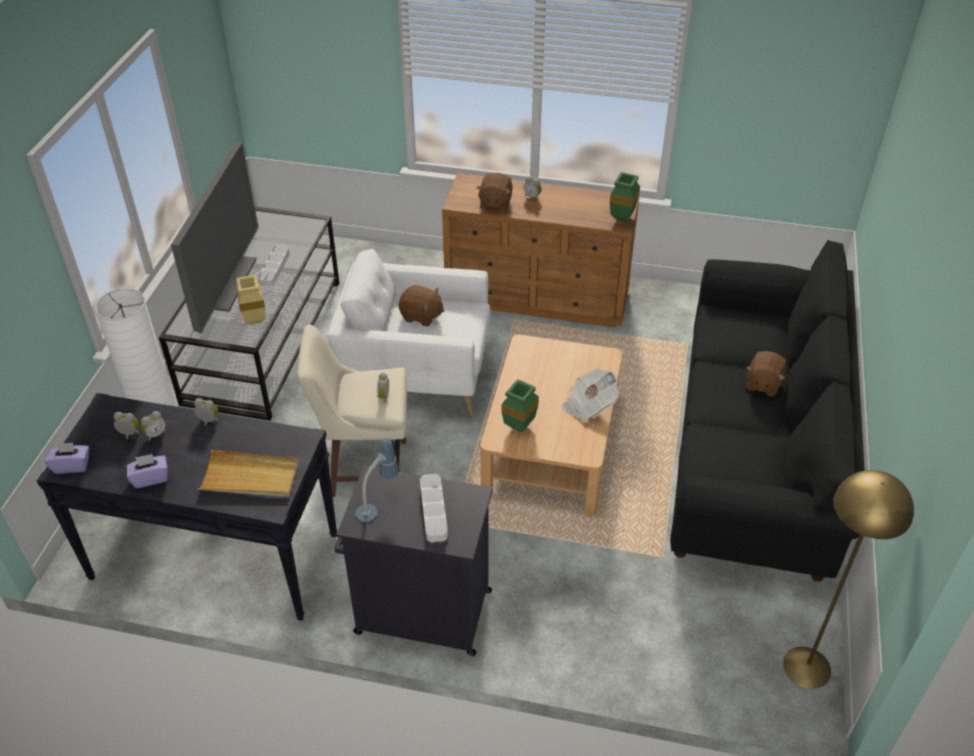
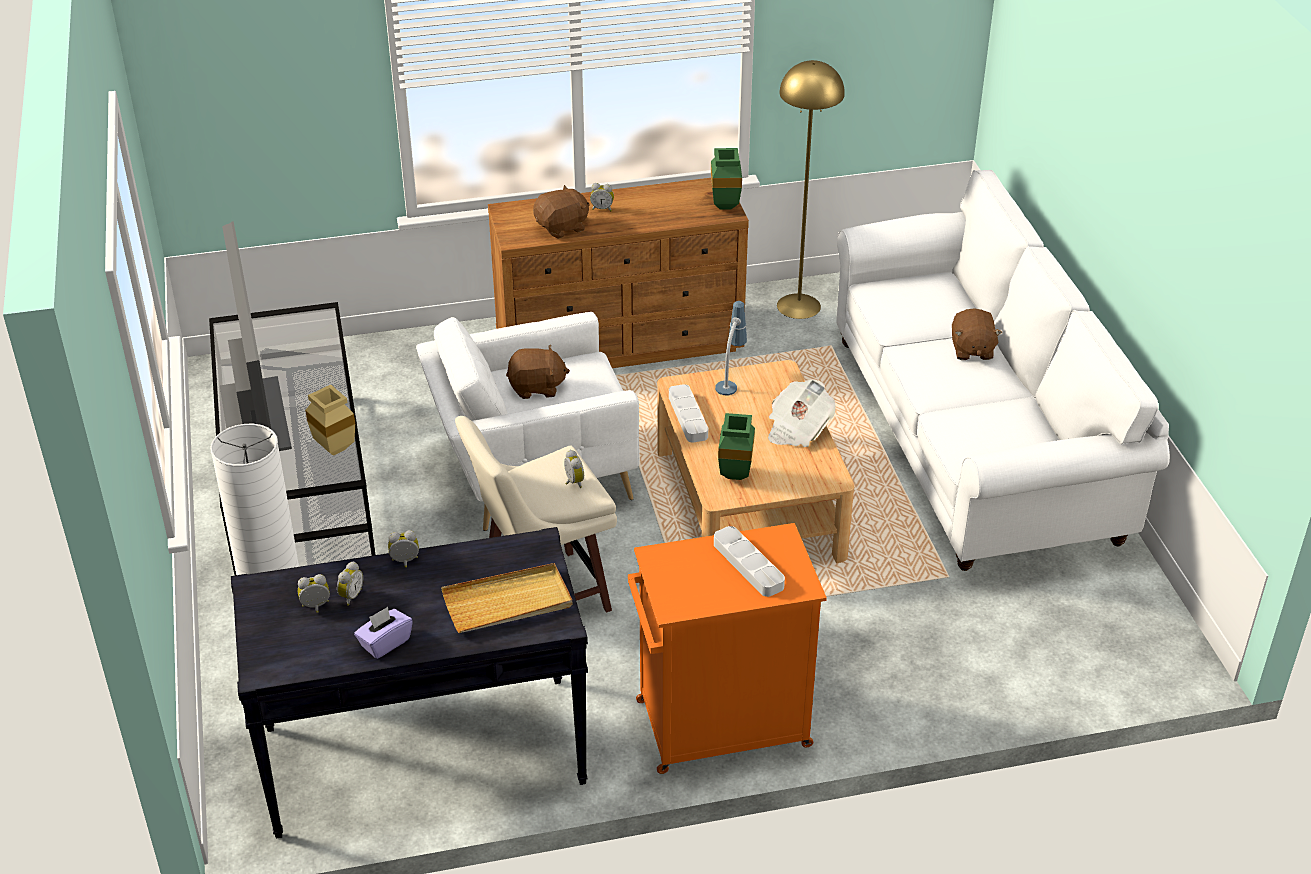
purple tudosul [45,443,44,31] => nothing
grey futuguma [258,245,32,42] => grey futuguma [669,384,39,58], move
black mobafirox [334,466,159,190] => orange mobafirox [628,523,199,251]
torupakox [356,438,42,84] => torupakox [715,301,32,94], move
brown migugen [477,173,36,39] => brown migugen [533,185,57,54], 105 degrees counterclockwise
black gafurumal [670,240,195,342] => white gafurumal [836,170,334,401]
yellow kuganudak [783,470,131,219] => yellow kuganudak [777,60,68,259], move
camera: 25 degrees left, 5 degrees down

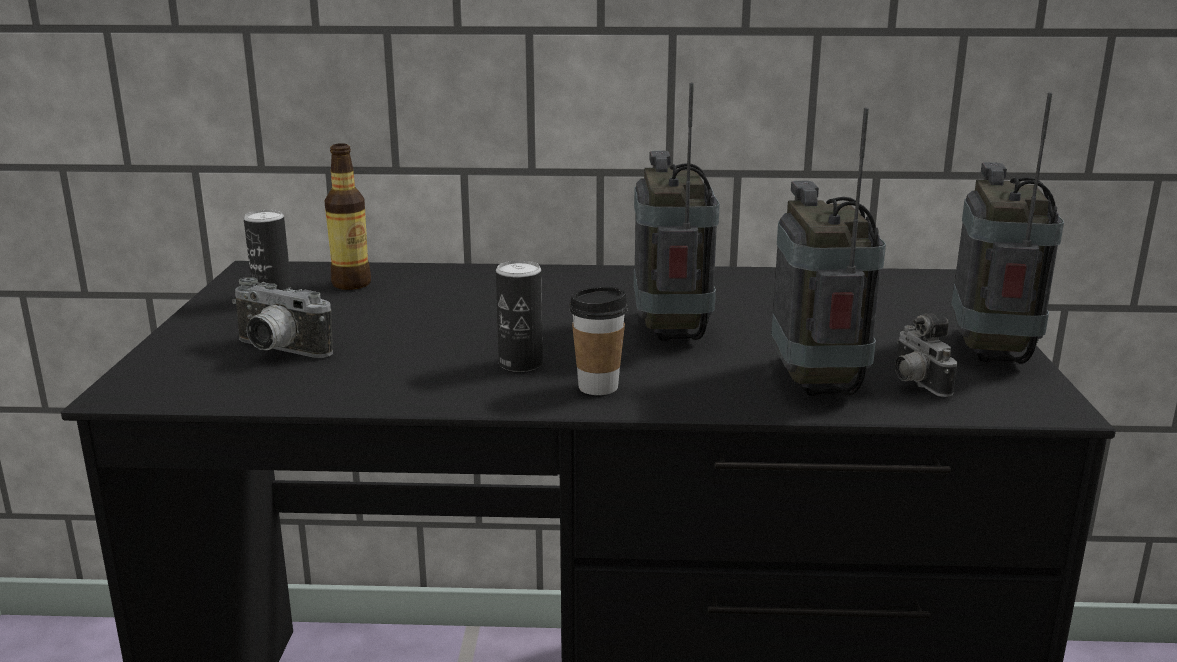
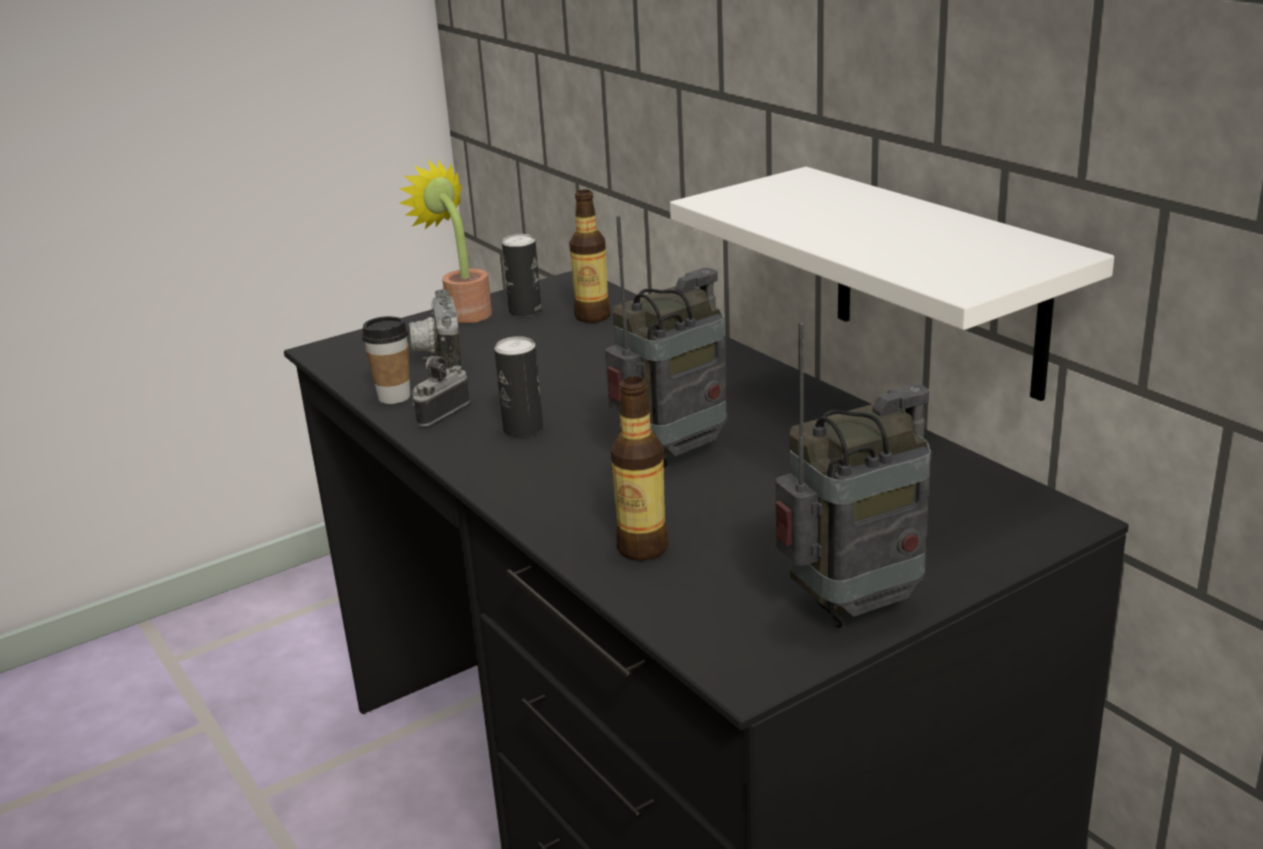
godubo [570,287,58,108] => godubo [362,316,48,88], move
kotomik [771,107,115,289] => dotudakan [611,376,58,185]
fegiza [895,313,62,84] => fegiza [412,356,58,70], move
nothing => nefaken [399,159,93,164]
nothing => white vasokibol [670,167,444,234]
camera: 55 degrees right, 5 degrees up

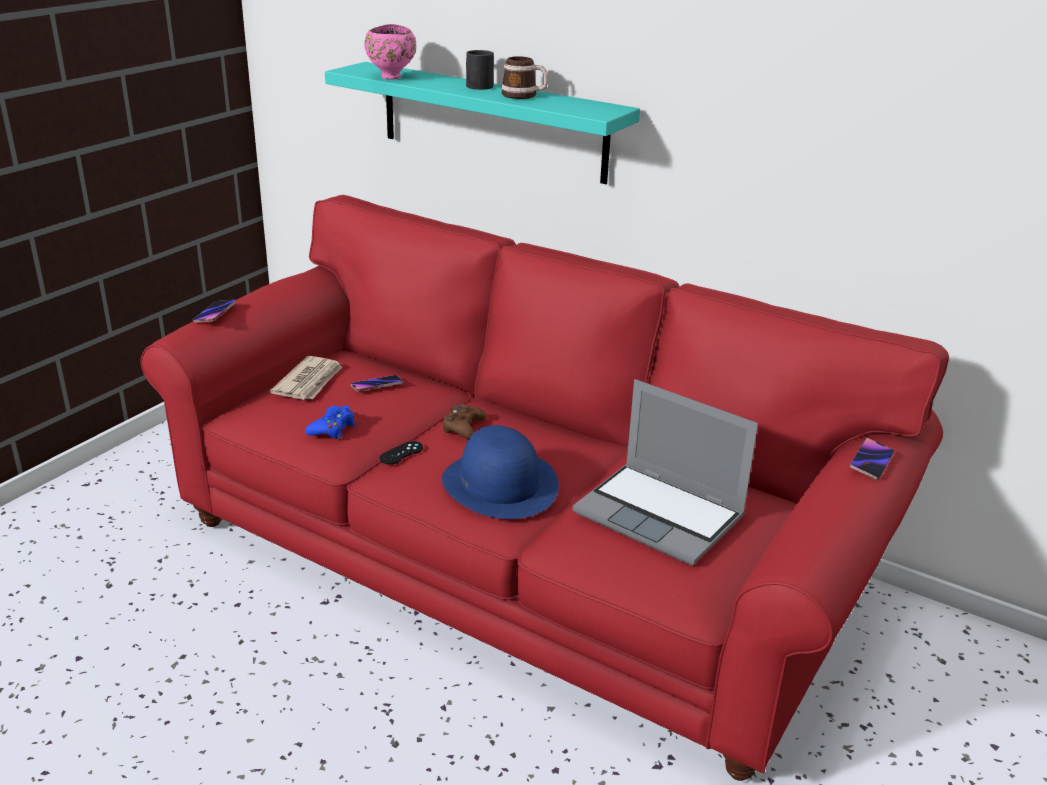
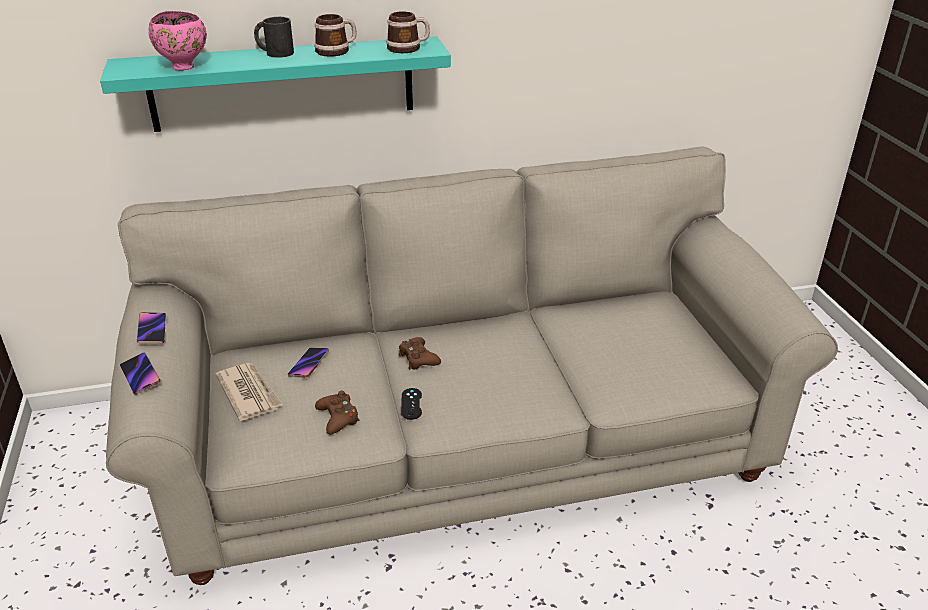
red gafurumal [140,195,809,586] => beige gafurumal [106,147,732,438]
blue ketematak [305,405,50,34] => brown ketematak [315,391,45,44]
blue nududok [442,425,117,94] => nothing
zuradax [572,379,186,186] => nothing
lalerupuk [850,438,44,42] => lalerupuk [137,312,29,32], move
nothing => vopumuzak [386,11,44,42]
camera: 45 degrees left, 5 degrees up

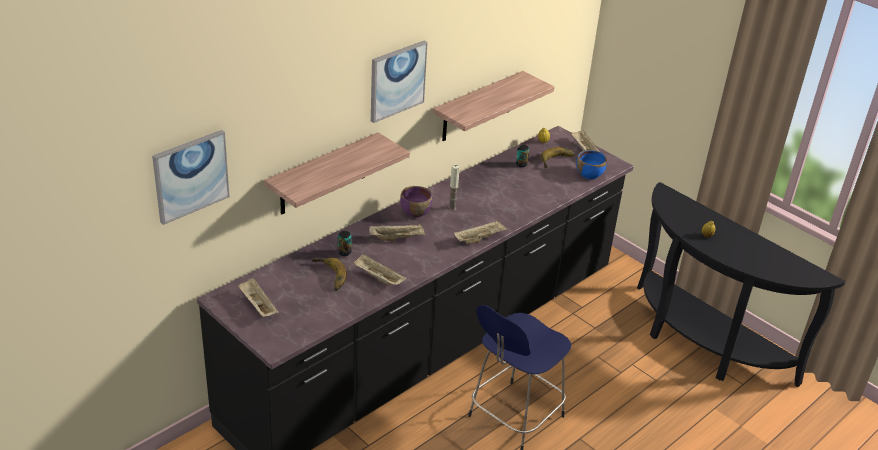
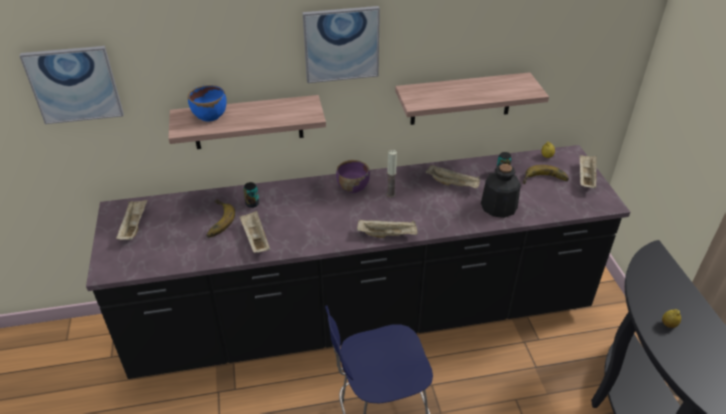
beige futuguma [370,223,55,18] => beige futuguma [426,165,54,24], move
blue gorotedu [576,150,31,29] => blue gorotedu [188,85,39,37], move
nothing => dotudakan [481,164,40,54]
camera: 35 degrees right, 5 degrees up

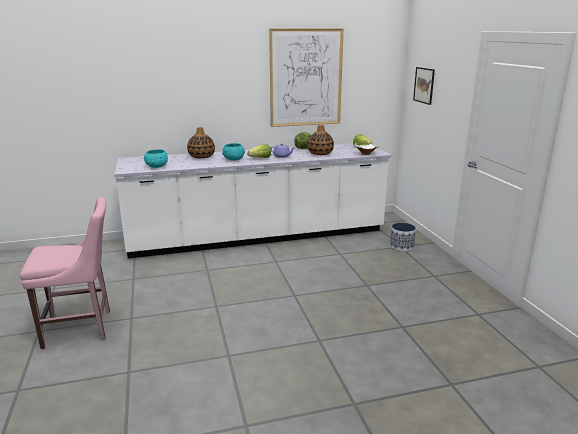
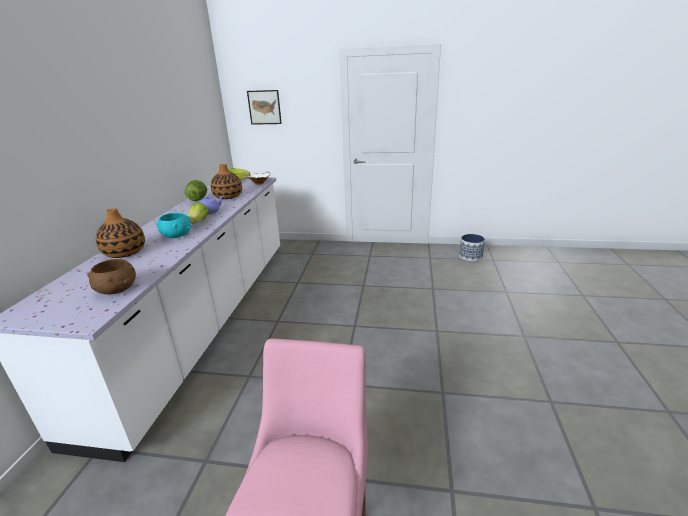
turquoise gorotedu [144,149,24,19] => brown gorotedu [87,259,49,35]
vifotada [269,28,75,99] => nothing
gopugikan [390,223,26,28] => gopugikan [459,234,26,27], move
camera: 65 degrees left, 5 degrees up

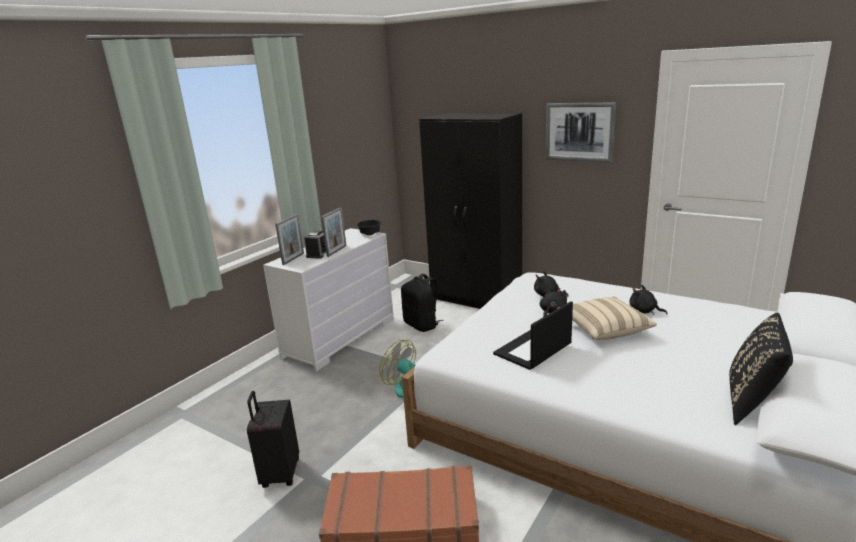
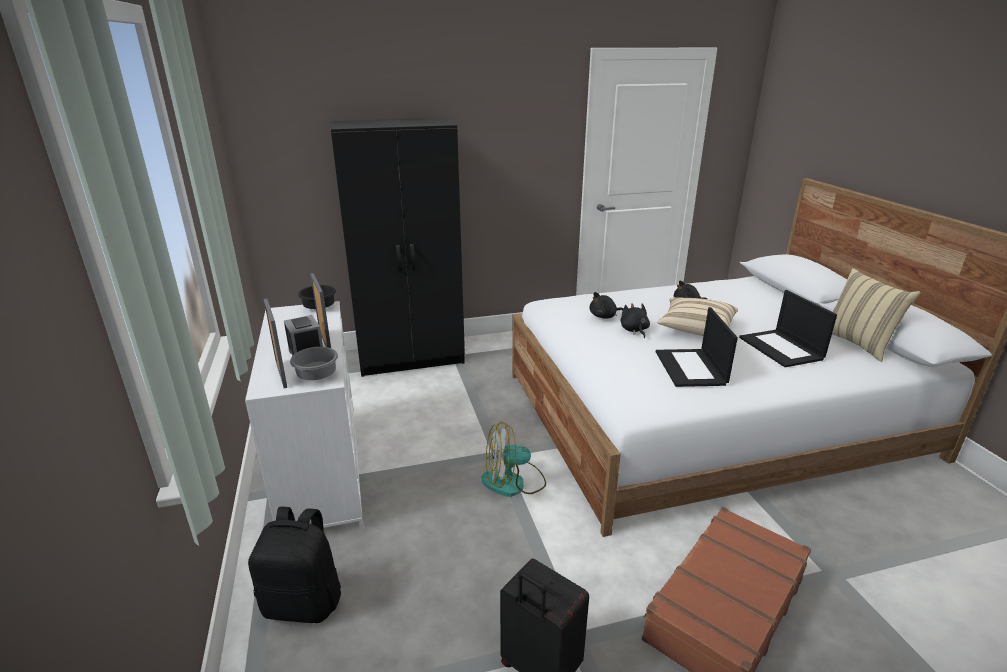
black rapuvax [401,274,43,58] => black rapuvax [248,507,93,116], move
vifotada [546,103,70,60] => nothing
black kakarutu [729,313,64,112] => beige kakarutu [832,268,89,94]
nothing => grey gorotedu [290,347,48,33]
nothing => zuradax [739,290,98,77]
camera: 50 degrees left, 5 degrees up

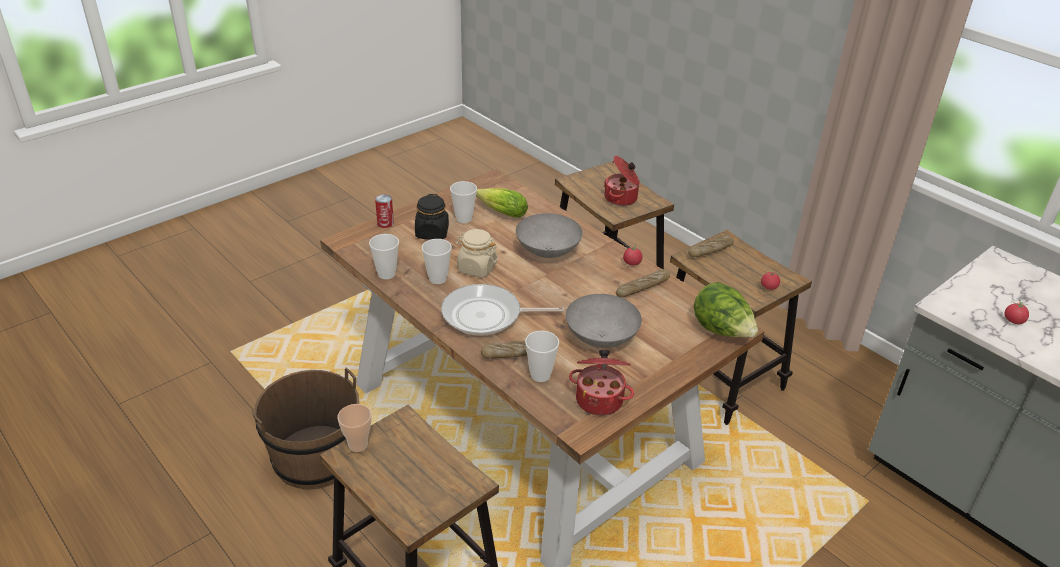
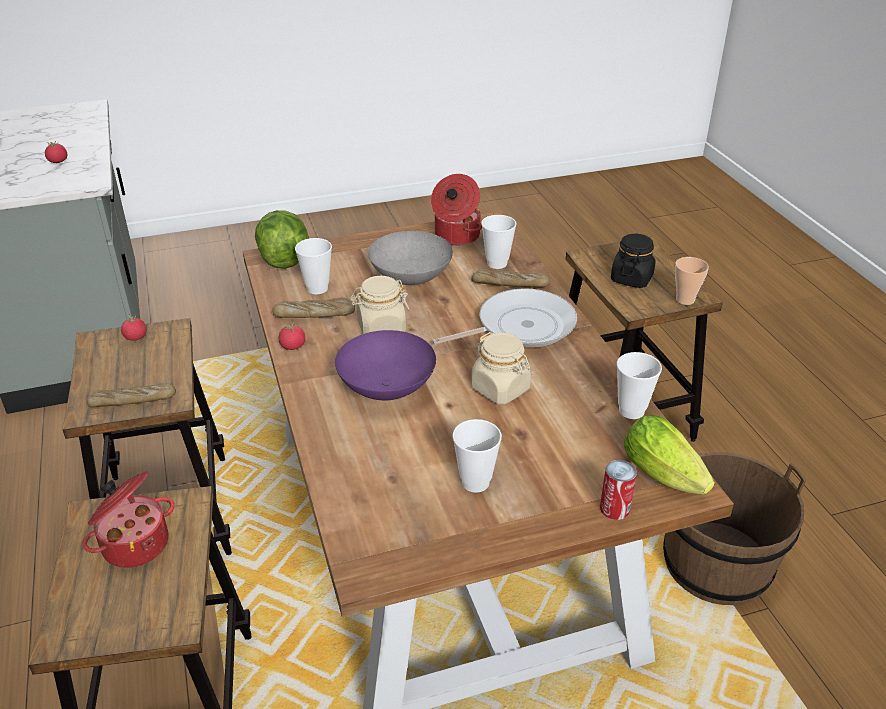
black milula [415,194,34,46] => black milula [611,234,45,54], move
godubo [422,239,30,45] => godubo [295,238,37,56], move
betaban [441,284,123,52] => betaban [432,288,145,60], 45 degrees counterclockwise
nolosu [476,188,52,30] => nolosu [624,415,91,79], move
grey gorotedu [516,213,67,45] => purple gorotedu [335,330,101,70]
nothing => beige milula [350,276,60,58]
camera: 155 degrees left, 0 degrees up

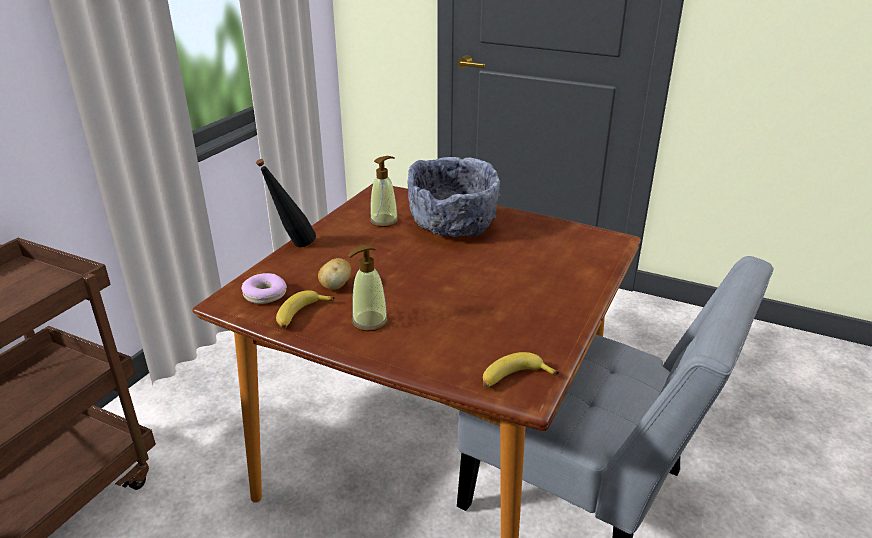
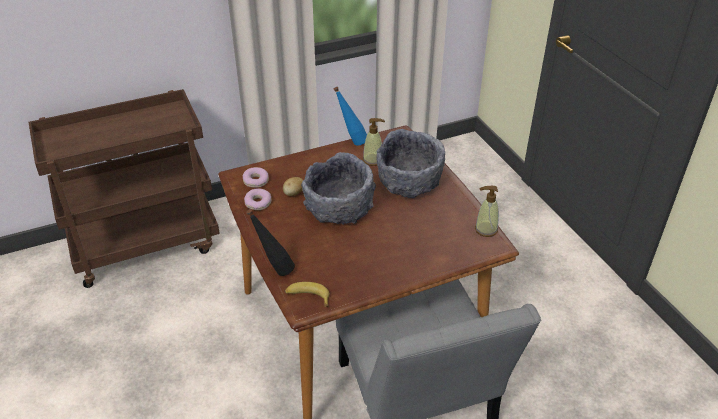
black dotudakan [256,159,60,88] => black dotudakan [246,209,49,67], move
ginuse [276,290,59,38] => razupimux [244,189,27,21]
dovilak [347,244,41,88] => dovilak [475,186,24,51], move
nothing => grey gorotedu [301,152,75,73]
nothing => blue dotudakan [334,87,33,59]
camera: 40 degrees right, 10 degrees up

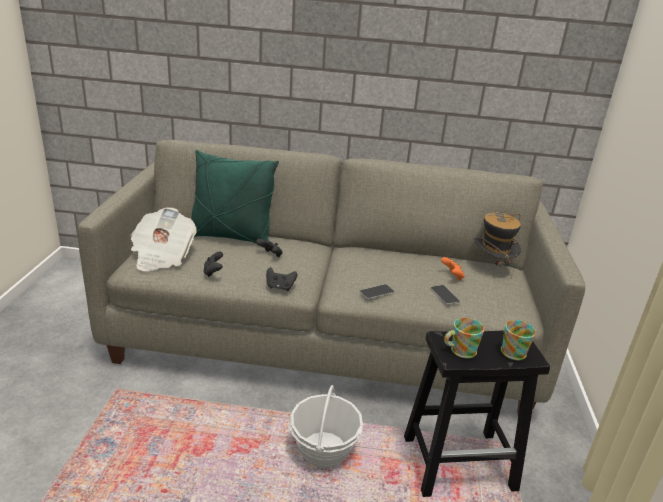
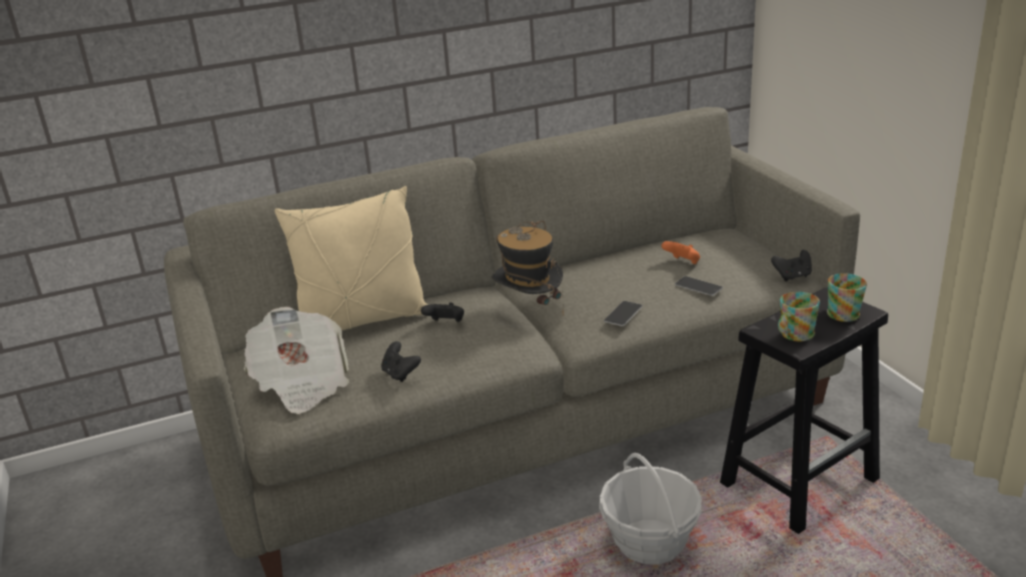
green kakarutu [191,150,88,93] => beige kakarutu [275,186,153,145]
black ketematak [266,267,31,24] => black ketematak [771,250,41,31], move
nududok [473,211,48,67] => nududok [491,221,73,93], move
camera: 25 degrees left, 0 degrees up

